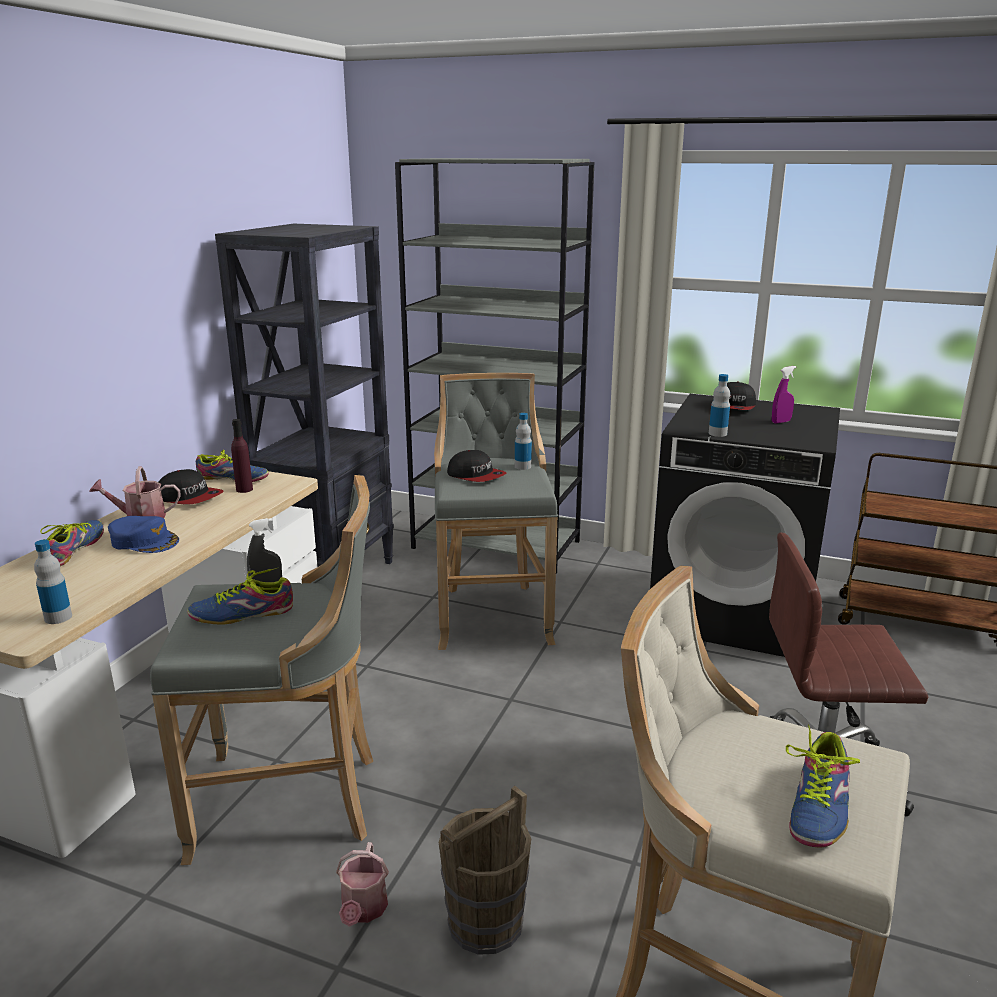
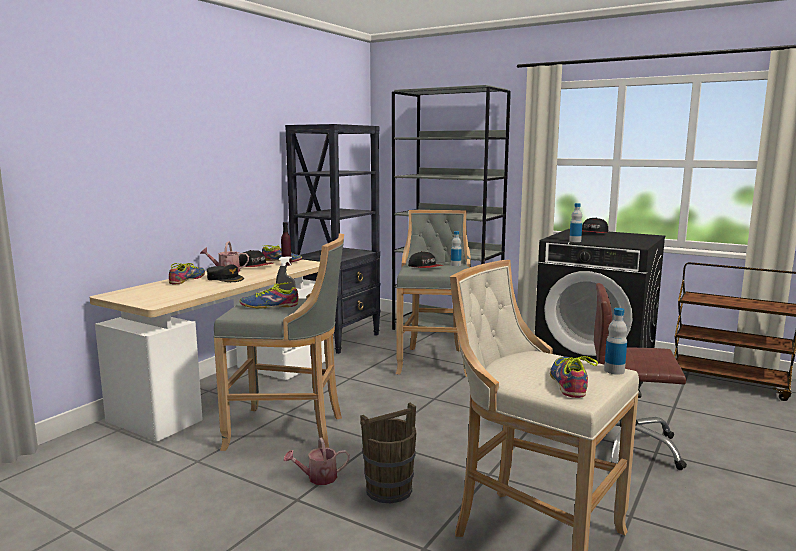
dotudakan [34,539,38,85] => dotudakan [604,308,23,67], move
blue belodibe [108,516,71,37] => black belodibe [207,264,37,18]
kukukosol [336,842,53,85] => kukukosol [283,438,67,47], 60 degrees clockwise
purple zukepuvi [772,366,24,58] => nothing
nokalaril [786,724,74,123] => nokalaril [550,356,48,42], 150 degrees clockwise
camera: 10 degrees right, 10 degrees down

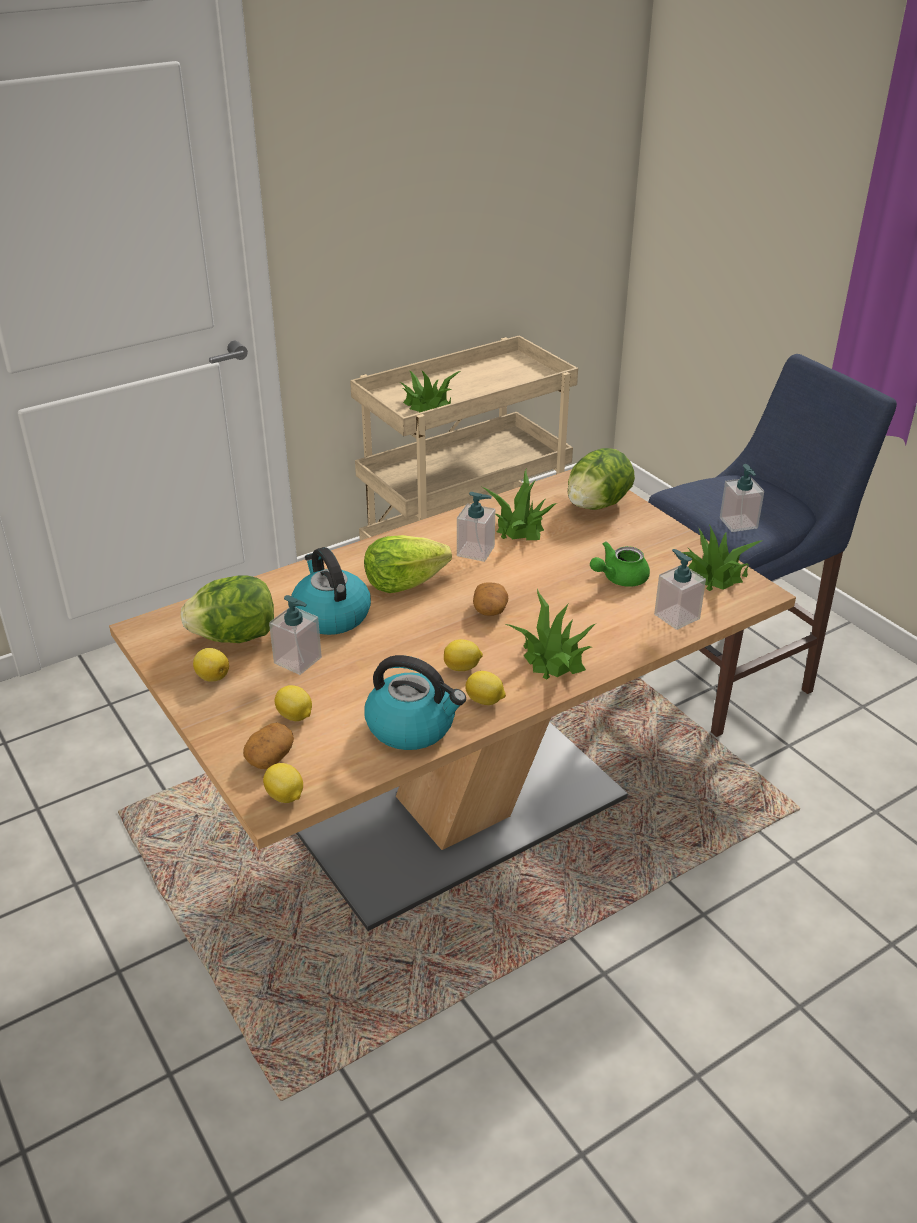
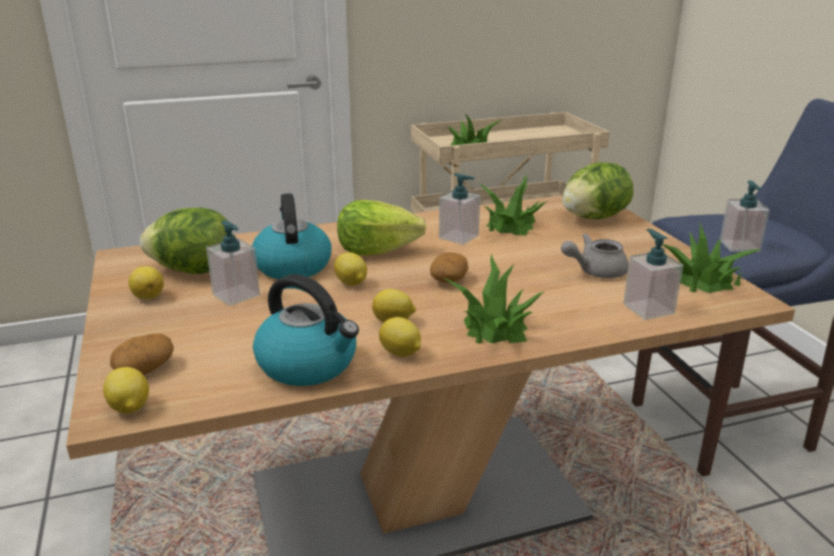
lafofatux [275,685,37,36] => lafofatux [334,252,33,34], move
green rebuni [590,542,60,45] => grey rebuni [561,233,68,45]
camera: 15 degrees right, 10 degrees down

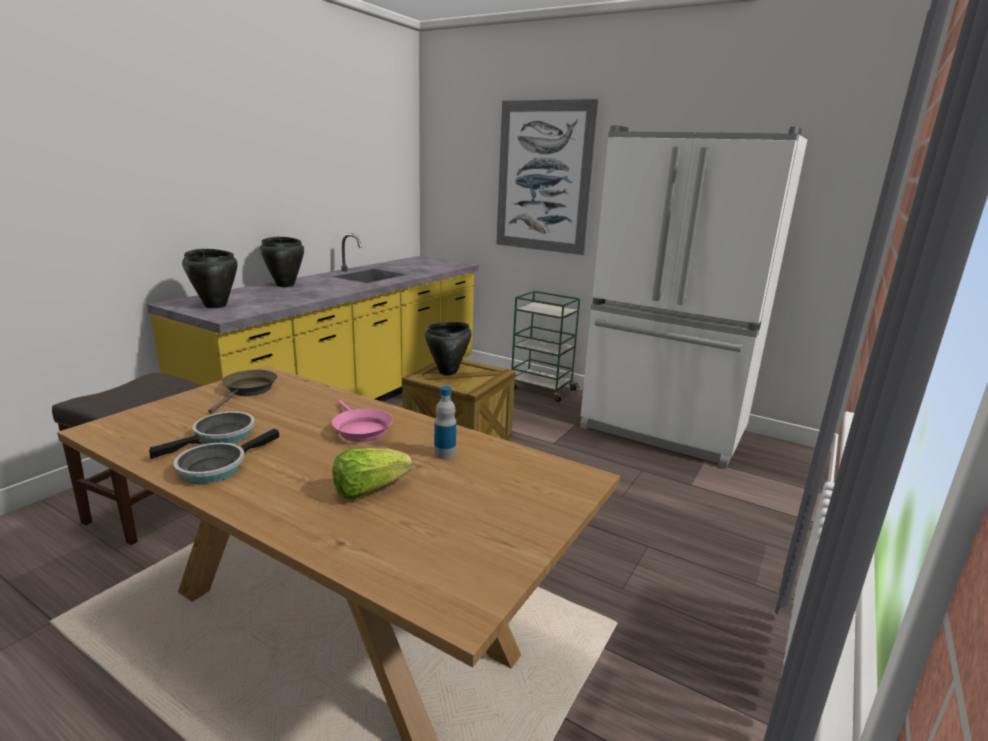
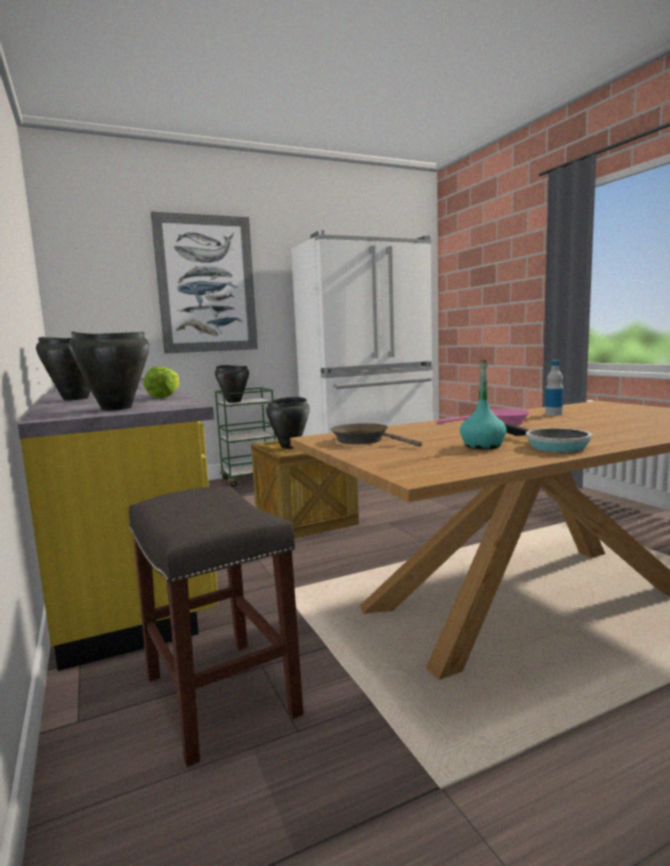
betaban [149,411,106,48] => turquoise dotudakan [460,360,47,89]
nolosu [333,448,79,51] => nolosu [143,366,37,32], move
nothing => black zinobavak [215,365,34,38]
camera: 55 degrees left, 10 degrees down

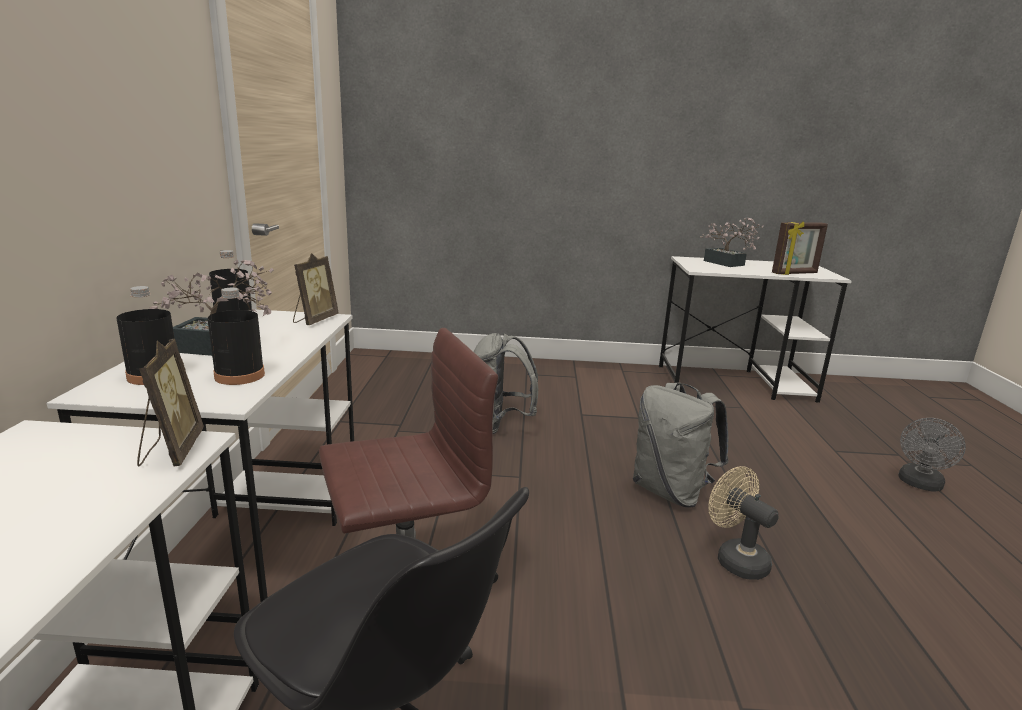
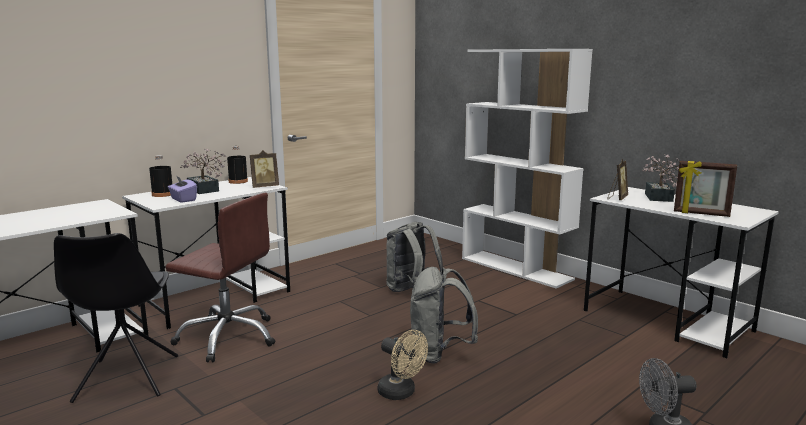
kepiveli [137,339,67,128] => kepiveli [607,159,21,41], move
black dotudakan [207,288,58,97] => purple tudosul [168,176,29,27]
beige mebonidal [708,466,71,114] => beige mebonidal [378,330,50,70], 120 degrees clockwise
nothing => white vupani [462,49,131,239]
camera: 45 degrees right, 5 degrees down

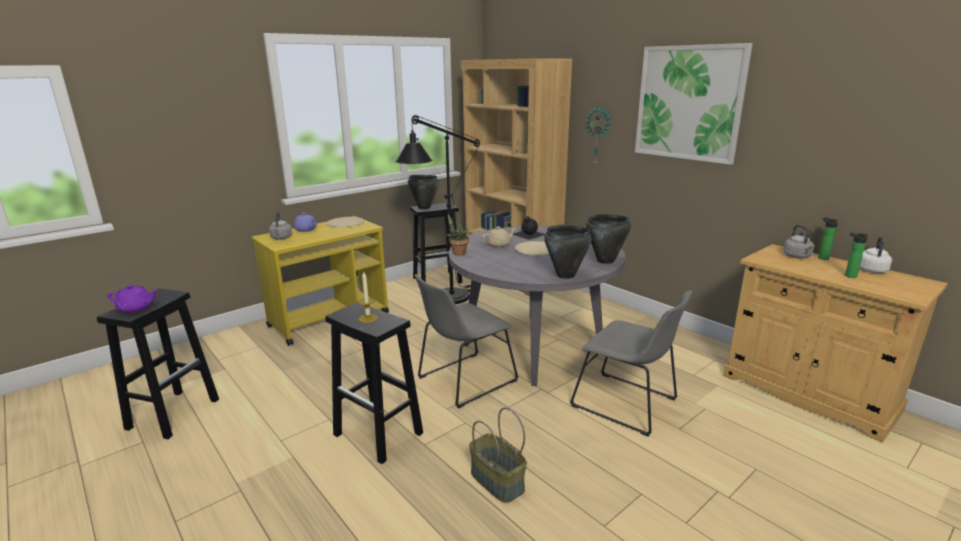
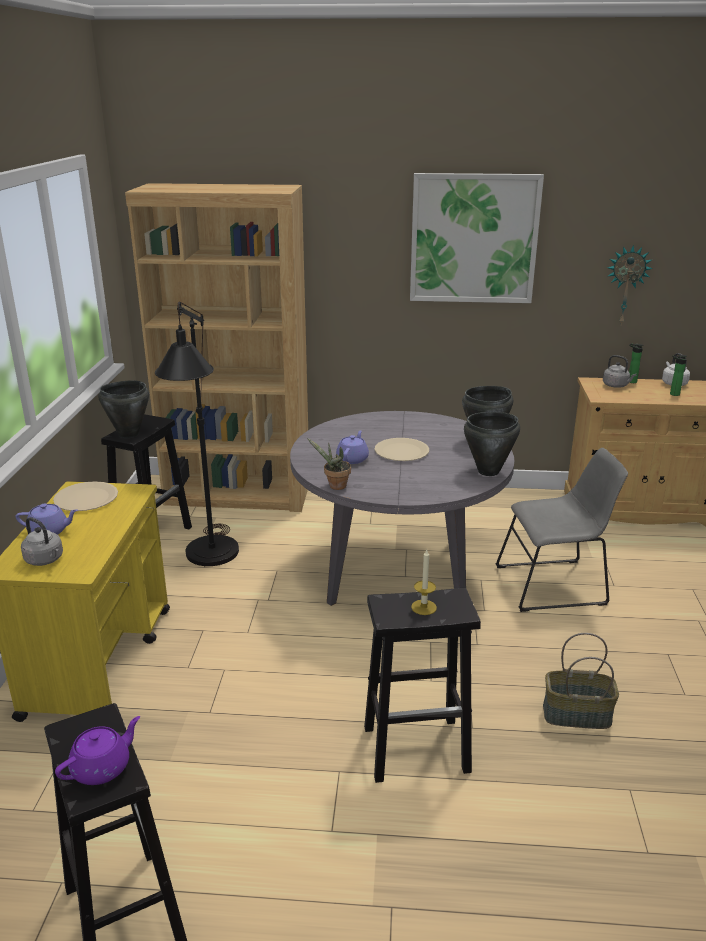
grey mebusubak [414,274,104,135] => nothing
beige rebuni [482,227,34,21] => purple rebuni [336,431,33,33]
black dotudakan [513,216,32,24] => nothing
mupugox [585,106,26,59] => mupugox [607,245,46,79], move
camera: 45 degrees left, 5 degrees up

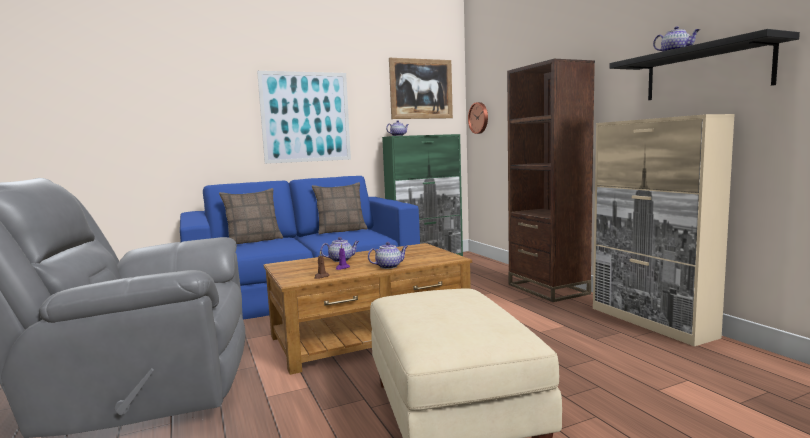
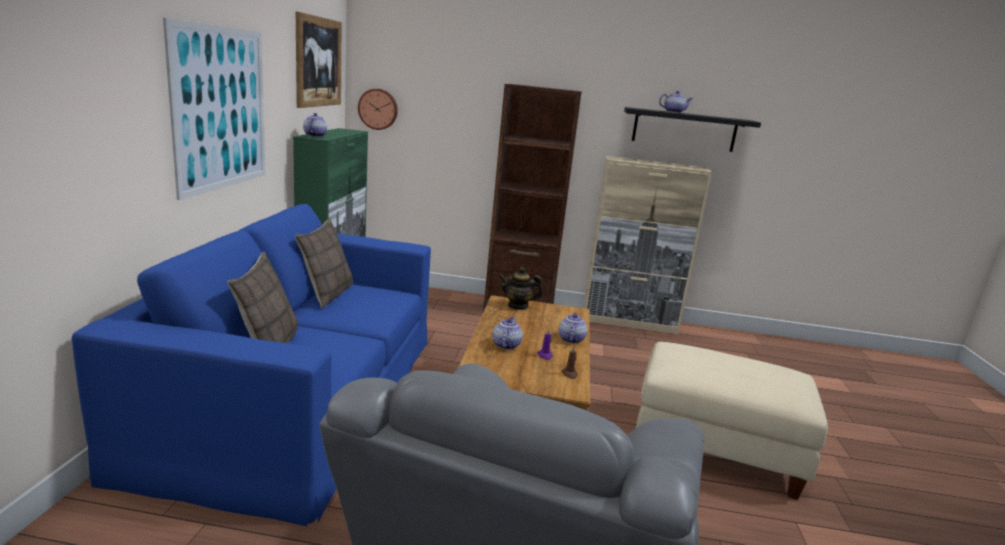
nothing => rebuni [499,267,44,43]
camera: 60 degrees left, 10 degrees up

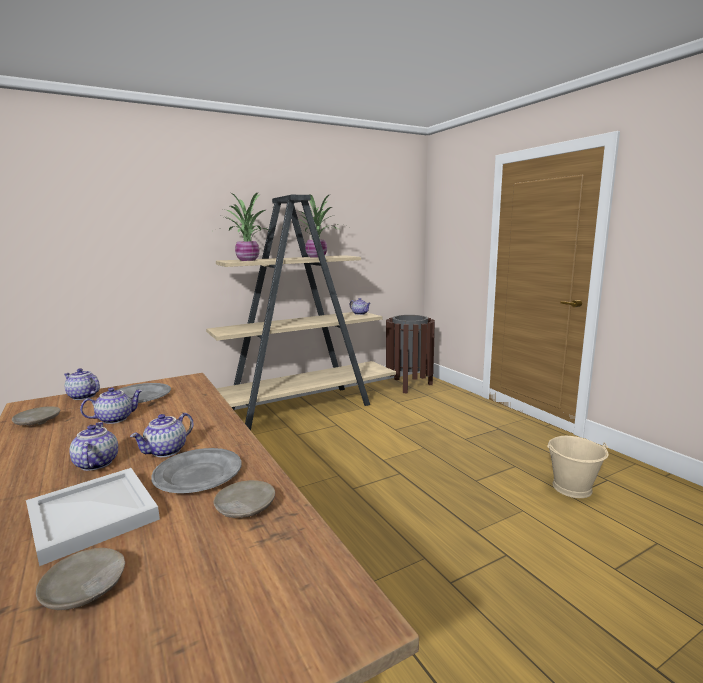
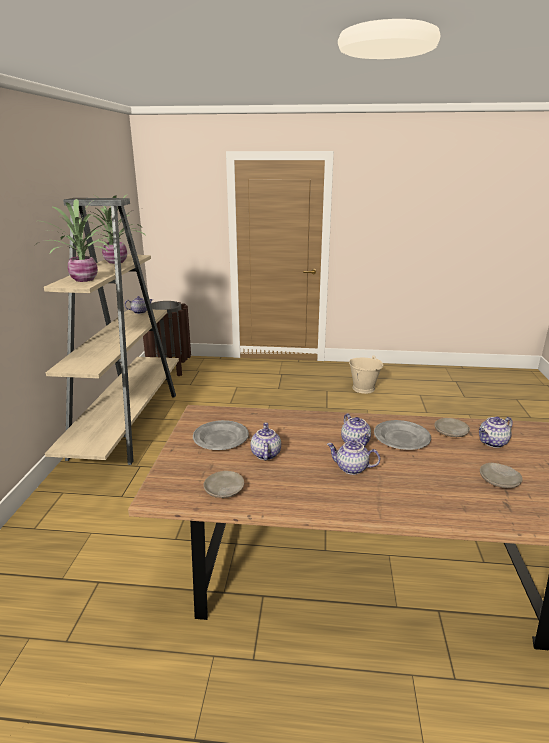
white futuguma [26,468,134,98] => nothing
rebuni [64,368,36,32] => rebuni [479,417,34,31], move
camera: 55 degrees left, 10 degrees up

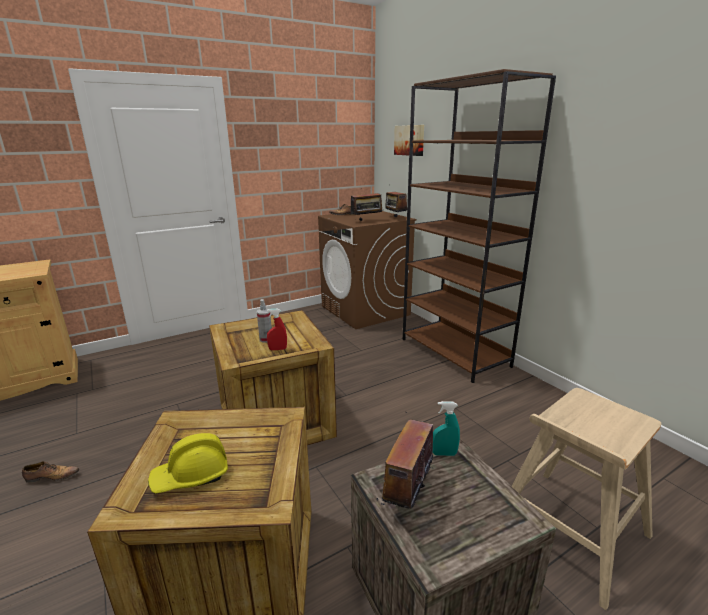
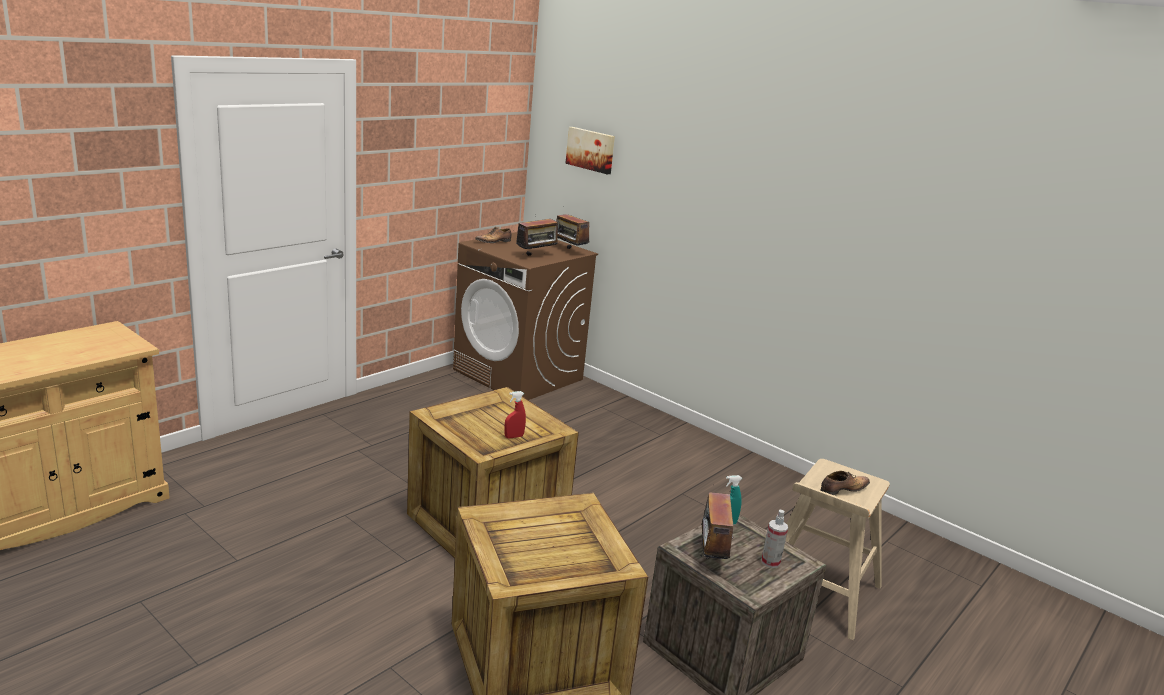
nokalaril [22,461,58,22] => nokalaril [820,471,50,24], move
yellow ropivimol [148,433,80,60] => nothing
zukepuvi [257,299,15,44] => zukepuvi [761,510,27,58], move
brown vupani [403,69,153,314] => nothing
camera: 20 degrees left, 0 degrees up

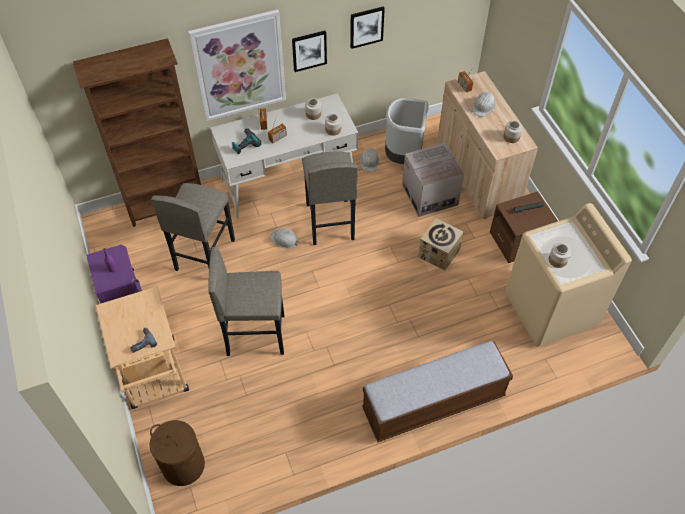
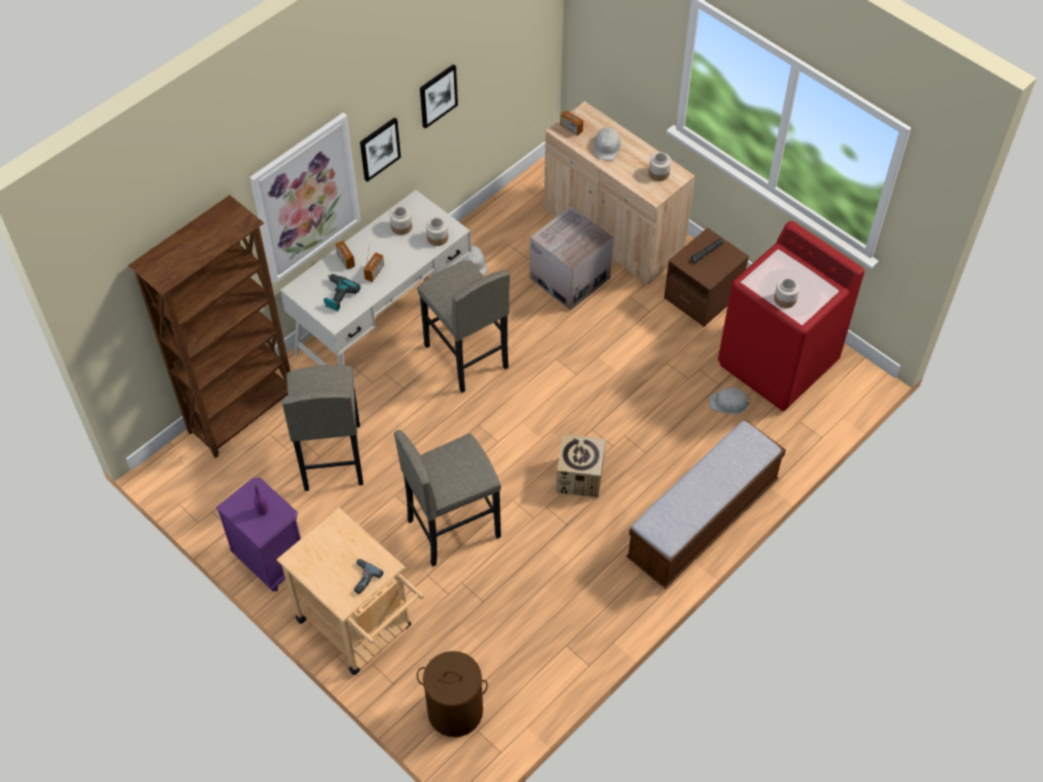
white ropivimol [270,228,29,21] => white ropivimol [709,388,42,26], move
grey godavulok [385,98,44,66] => nothing
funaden [418,218,46,52] => funaden [556,434,50,64], move
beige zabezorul [505,203,127,144] => red zabezorul [718,221,147,190]
camera: 25 degrees left, 0 degrees up

